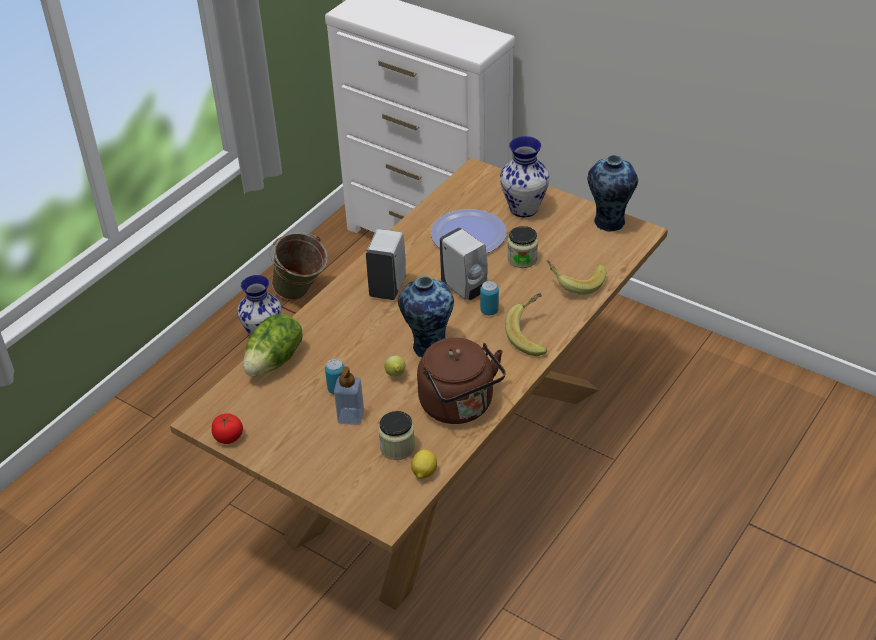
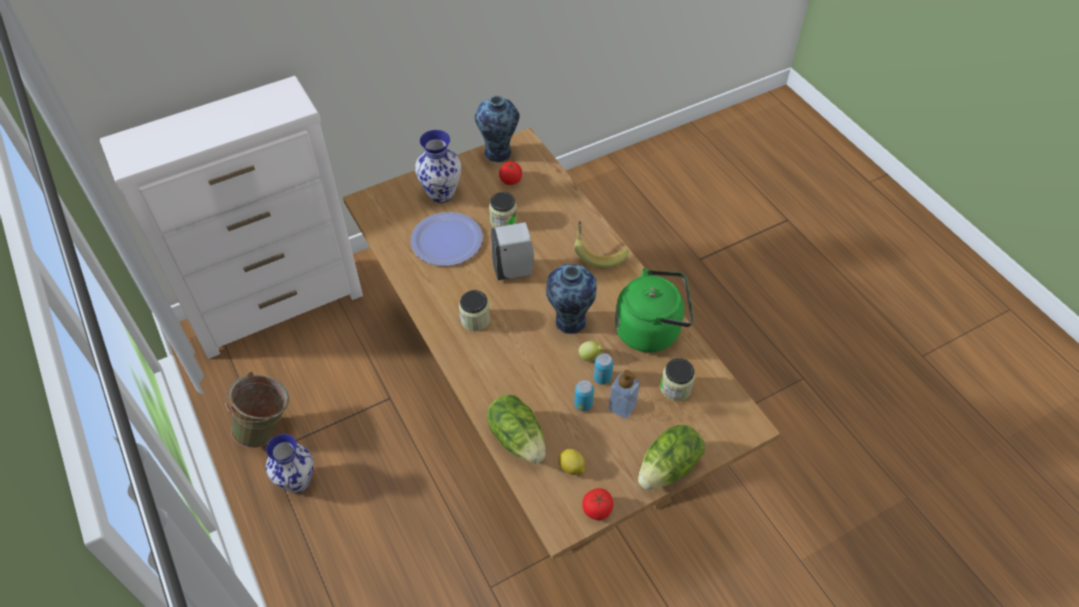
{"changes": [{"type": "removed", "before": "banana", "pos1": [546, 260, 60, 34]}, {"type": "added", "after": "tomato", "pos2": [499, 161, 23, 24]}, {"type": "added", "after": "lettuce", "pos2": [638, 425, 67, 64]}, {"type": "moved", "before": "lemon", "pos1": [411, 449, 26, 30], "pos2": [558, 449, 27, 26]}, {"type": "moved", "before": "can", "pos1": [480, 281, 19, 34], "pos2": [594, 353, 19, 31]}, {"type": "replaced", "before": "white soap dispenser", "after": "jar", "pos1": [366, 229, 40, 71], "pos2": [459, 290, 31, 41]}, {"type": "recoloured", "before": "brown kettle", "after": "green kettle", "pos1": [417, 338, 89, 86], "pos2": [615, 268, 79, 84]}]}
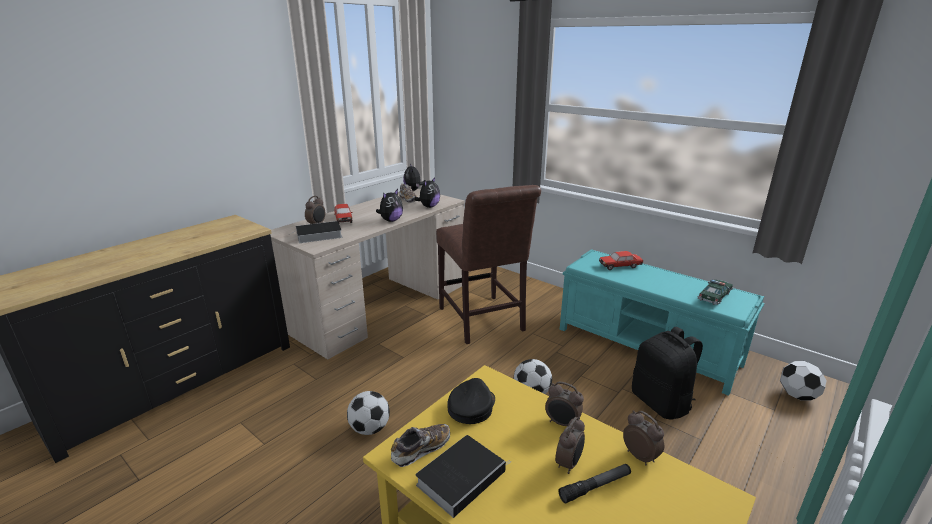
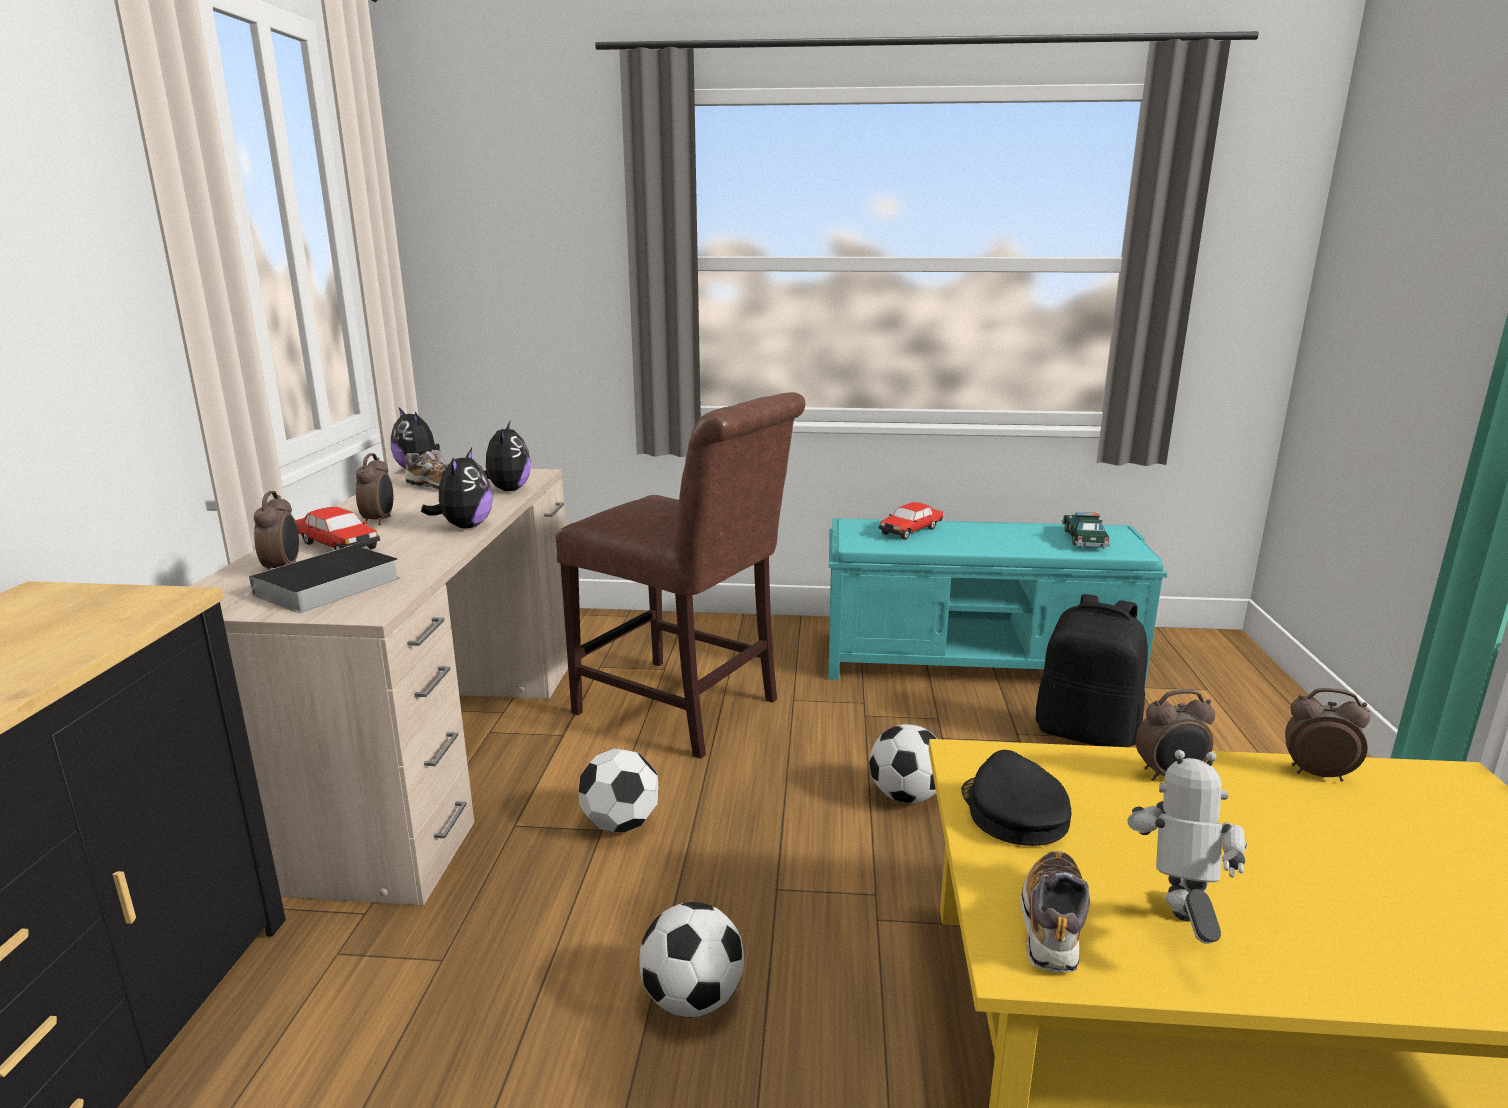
{"changes": [{"type": "removed", "before": "flashlight", "pos1": [558, 464, 73, 39]}, {"type": "moved", "before": "alarm clock", "pos1": [555, 417, 30, 57], "pos2": [356, 453, 37, 72]}, {"type": "moved", "before": "football", "pos1": [780, 361, 47, 39], "pos2": [578, 748, 80, 84]}, {"type": "replaced", "before": "book", "after": "toy robot", "pos1": [416, 435, 95, 83], "pos2": [1127, 750, 120, 194]}]}
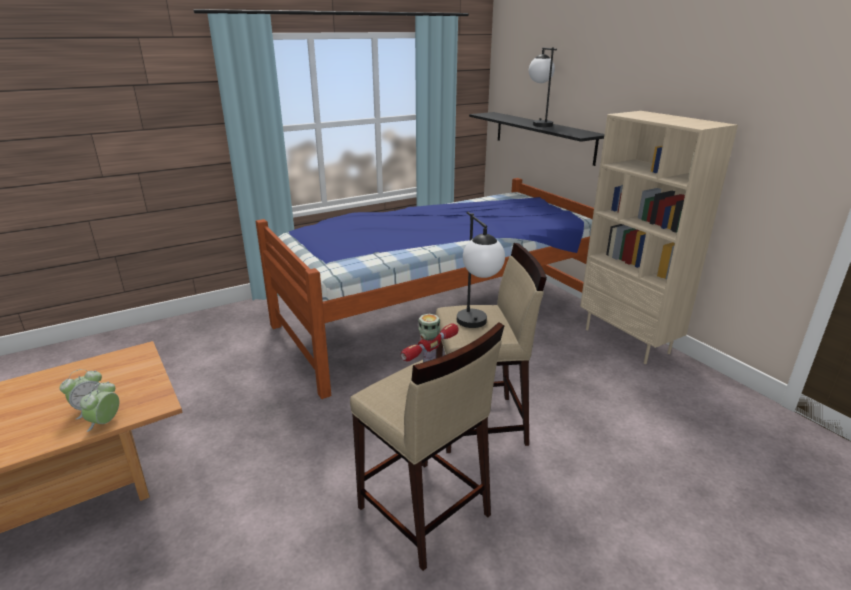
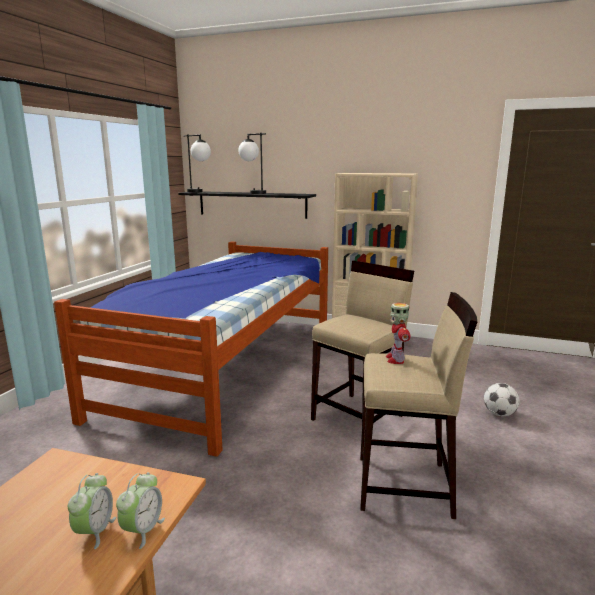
{"changes": [{"type": "added", "after": "football", "pos2": [484, 383, 36, 33]}, {"type": "moved", "before": "table lamp", "pos1": [457, 211, 48, 117], "pos2": [184, 134, 27, 58]}, {"type": "turned", "before": "alarm clock", "pos1": [80, 381, 39, 51], "pos2": [116, 472, 49, 77], "turn": -135}]}
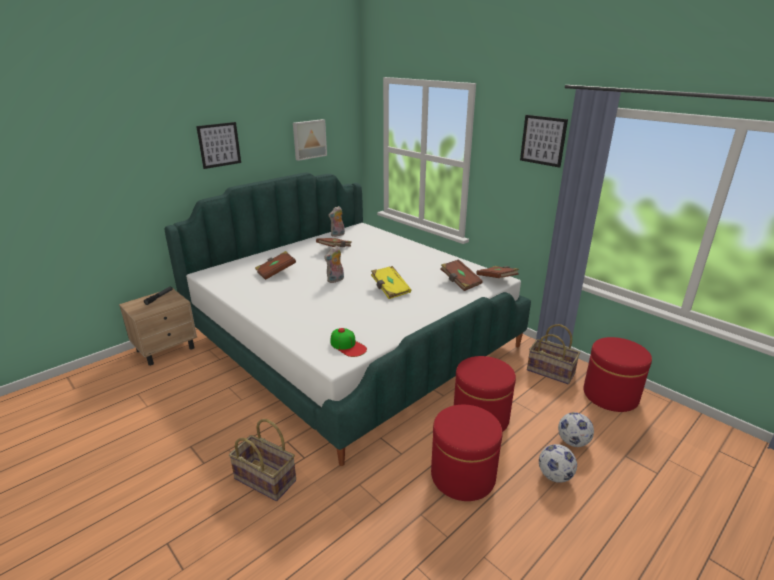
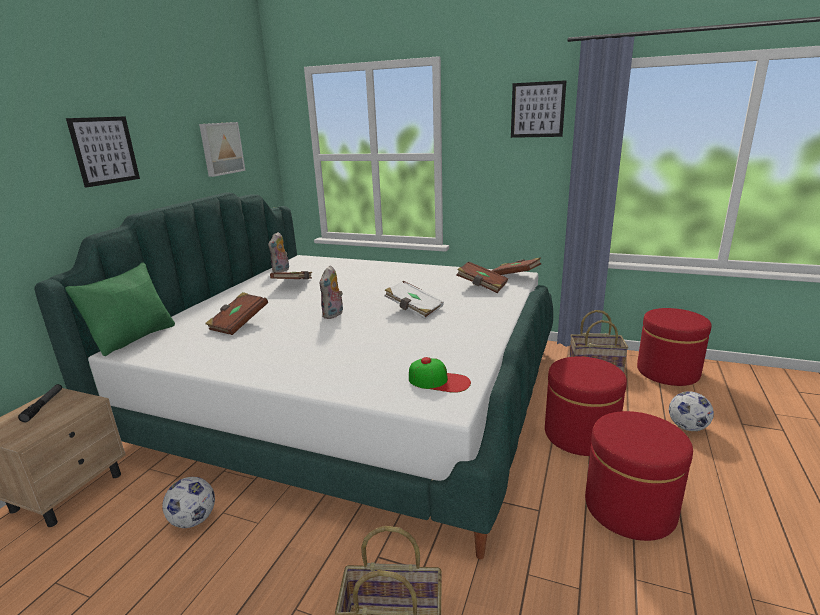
{"changes": [{"type": "added", "after": "green pillow", "pos2": [65, 262, 110, 94]}, {"type": "moved", "before": "football", "pos1": [539, 444, 38, 39], "pos2": [162, 477, 53, 51]}, {"type": "recoloured", "before": "yellow book", "after": "white book", "pos1": [371, 266, 40, 33], "pos2": [384, 281, 60, 38]}]}
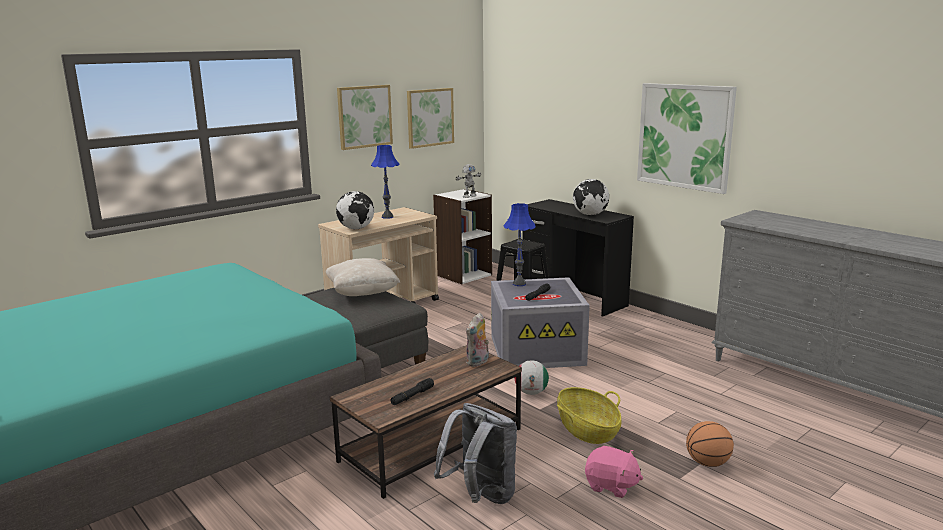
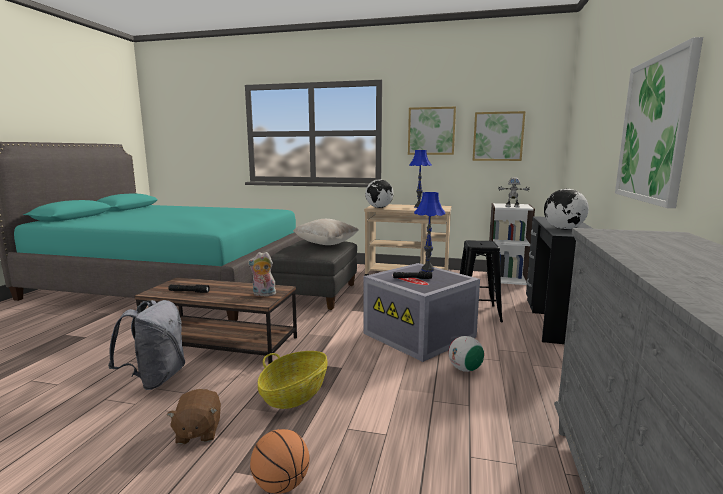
{"changes": [{"type": "moved", "before": "football", "pos1": [515, 360, 34, 35], "pos2": [448, 336, 36, 36]}, {"type": "recoloured", "before": "pink plush toy", "after": "brown plush toy", "pos1": [585, 446, 58, 52], "pos2": [167, 389, 54, 55]}]}
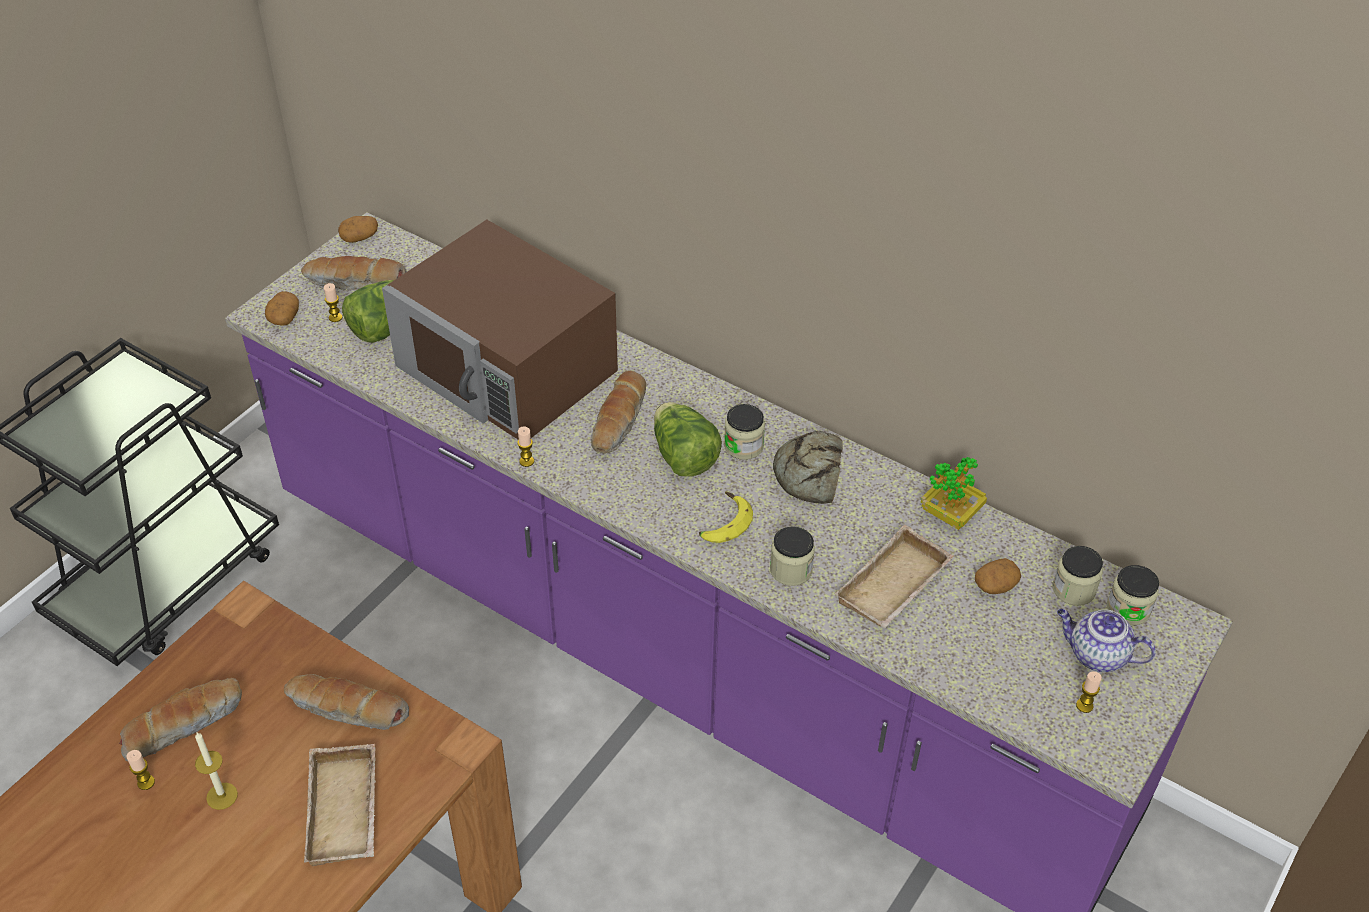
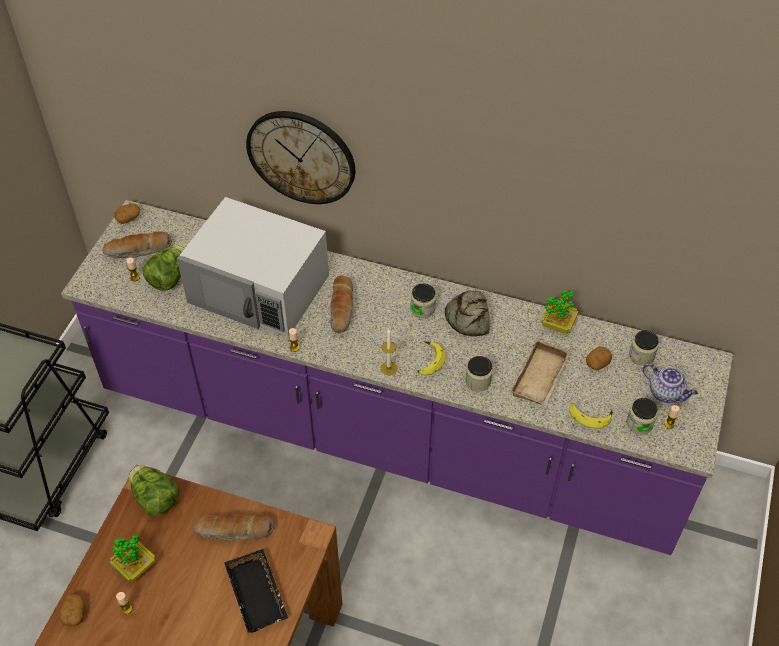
{"changes": [{"type": "added", "after": "wall clock", "pos2": [246, 111, 109, 93]}, {"type": "added", "after": "banana", "pos2": [569, 403, 44, 26]}, {"type": "moved", "before": "candle", "pos1": [195, 732, 43, 78], "pos2": [380, 329, 17, 46]}, {"type": "moved", "before": "potato", "pos1": [265, 291, 34, 35], "pos2": [59, 593, 26, 33]}, {"type": "moved", "before": "lettuce", "pos1": [654, 402, 68, 74], "pos2": [129, 465, 50, 52]}, {"type": "moved", "before": "jar", "pos1": [1107, 565, 52, 60], "pos2": [626, 398, 32, 36]}, {"type": "replaced", "before": "bread", "after": "potted plant", "pos1": [119, 678, 123, 83], "pos2": [110, 535, 46, 48]}, {"type": "recoloured", "before": "beige tray", "after": "black tray", "pos1": [304, 744, 72, 122], "pos2": [225, 549, 63, 84]}, {"type": "recoloured", "before": "brown microwave", "after": "white microwave", "pos1": [382, 220, 236, 220], "pos2": [177, 197, 152, 140]}, {"type": "turned", "before": "teapot", "pos1": [1057, 609, 99, 63], "pos2": [643, 363, 55, 40], "turn": -150}]}
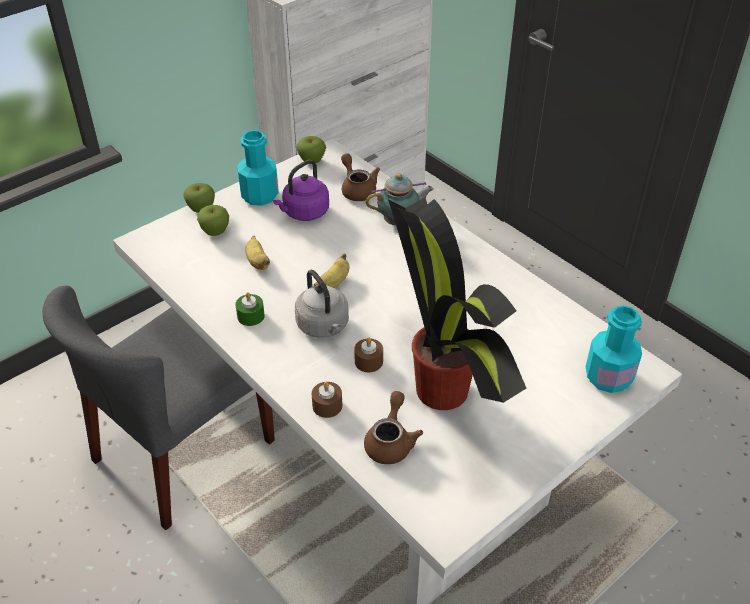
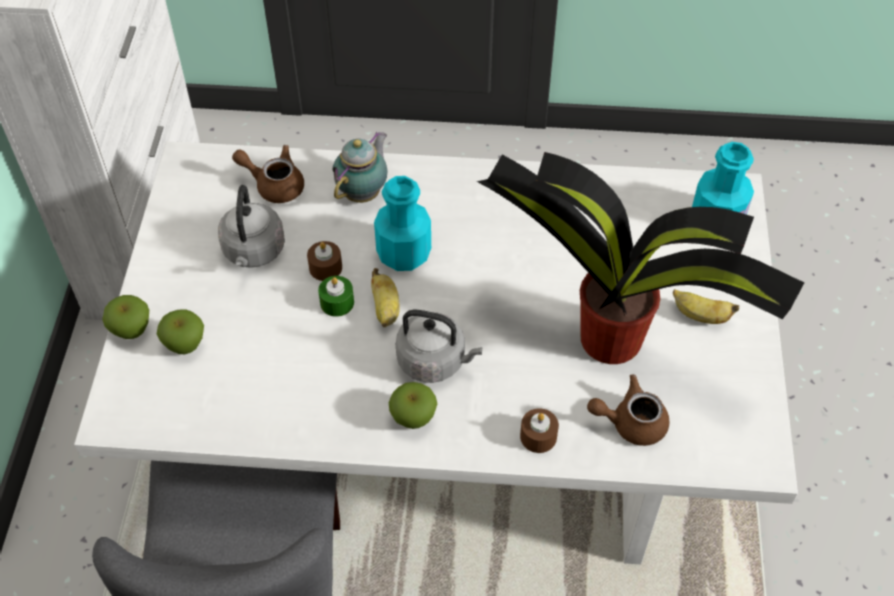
{"changes": [{"type": "moved", "before": "green candle", "pos1": [236, 292, 29, 34], "pos2": [318, 276, 36, 41]}, {"type": "moved", "before": "turquoise bottle", "pos1": [237, 130, 42, 76], "pos2": [374, 176, 57, 95]}, {"type": "moved", "before": "banana", "pos1": [245, 236, 25, 34], "pos2": [673, 289, 66, 35]}, {"type": "moved", "before": "apple", "pos1": [296, 136, 30, 28], "pos2": [389, 382, 48, 47]}, {"type": "moved", "before": "brown candle", "pos1": [354, 337, 29, 35], "pos2": [307, 241, 35, 40]}, {"type": "recoloured", "before": "purple kettle", "after": "grey kettle", "pos1": [273, 160, 56, 61], "pos2": [218, 185, 67, 83]}, {"type": "turned", "before": "brown teapot", "pos1": [364, 391, 59, 73], "pos2": [587, 374, 83, 72], "turn": -60}]}
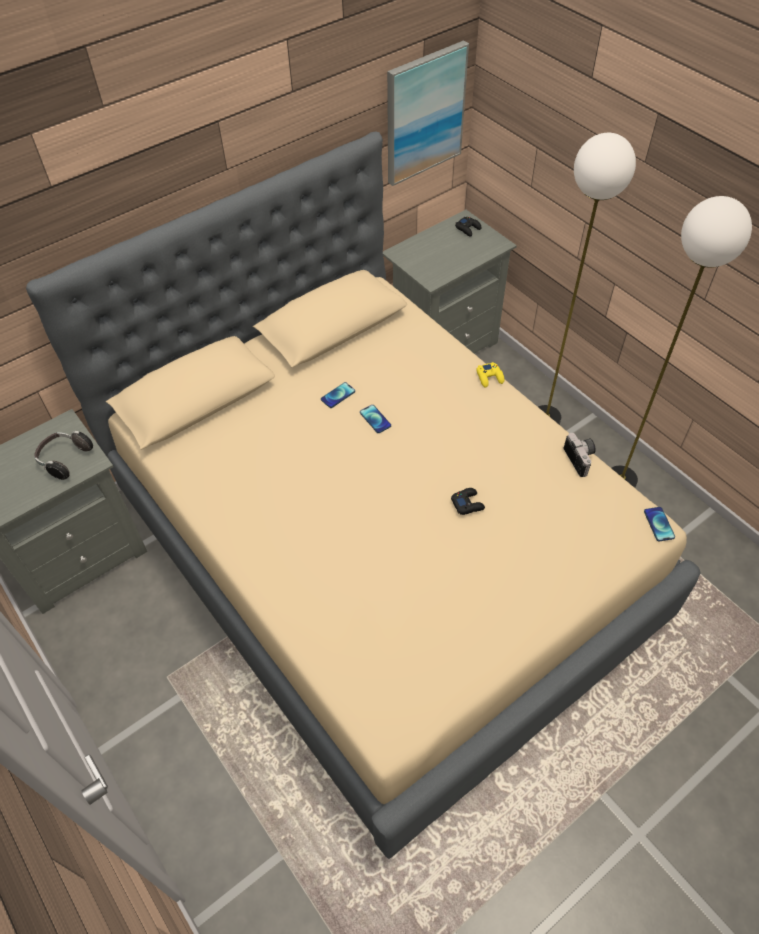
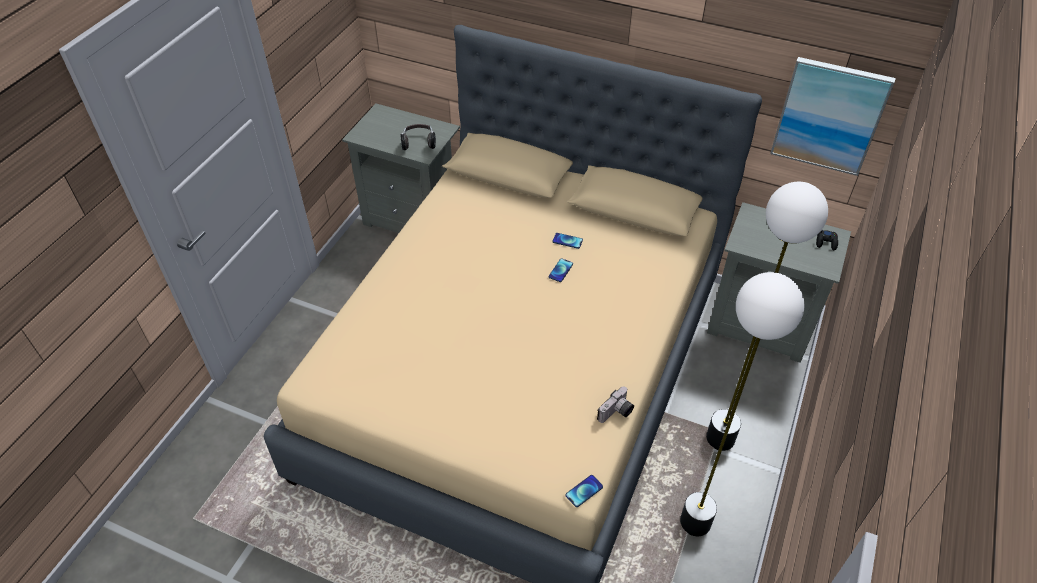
{"changes": [{"type": "removed", "before": "black game controller", "pos1": [451, 488, 34, 27]}, {"type": "removed", "before": "yellow game controller", "pos1": [476, 362, 28, 26]}]}
